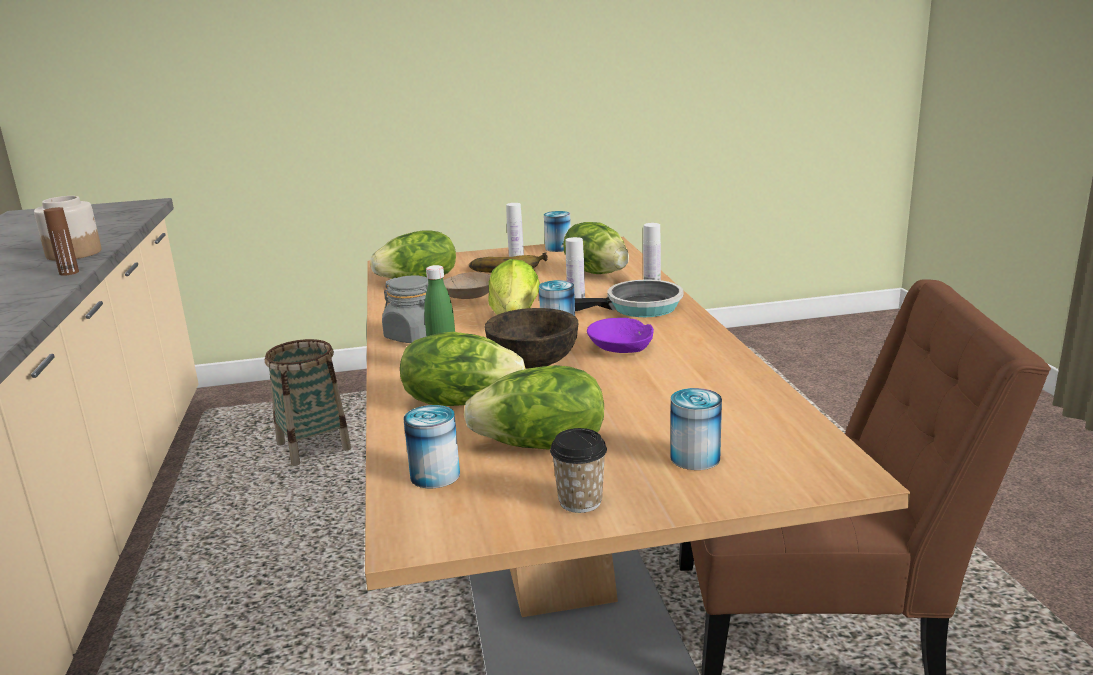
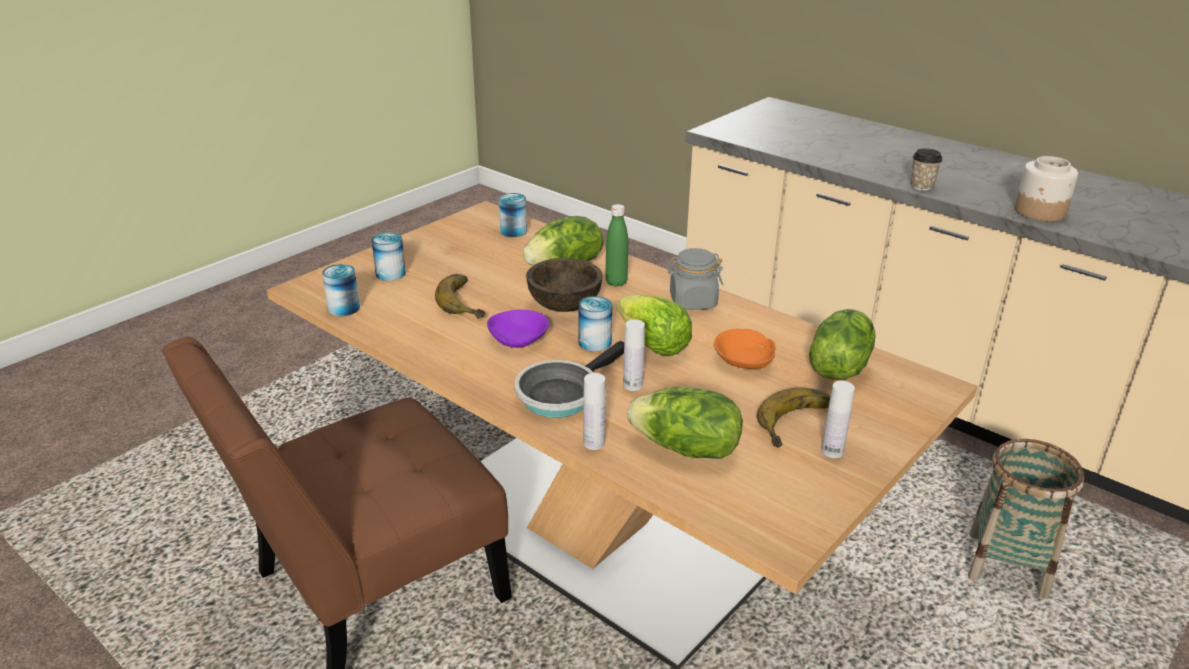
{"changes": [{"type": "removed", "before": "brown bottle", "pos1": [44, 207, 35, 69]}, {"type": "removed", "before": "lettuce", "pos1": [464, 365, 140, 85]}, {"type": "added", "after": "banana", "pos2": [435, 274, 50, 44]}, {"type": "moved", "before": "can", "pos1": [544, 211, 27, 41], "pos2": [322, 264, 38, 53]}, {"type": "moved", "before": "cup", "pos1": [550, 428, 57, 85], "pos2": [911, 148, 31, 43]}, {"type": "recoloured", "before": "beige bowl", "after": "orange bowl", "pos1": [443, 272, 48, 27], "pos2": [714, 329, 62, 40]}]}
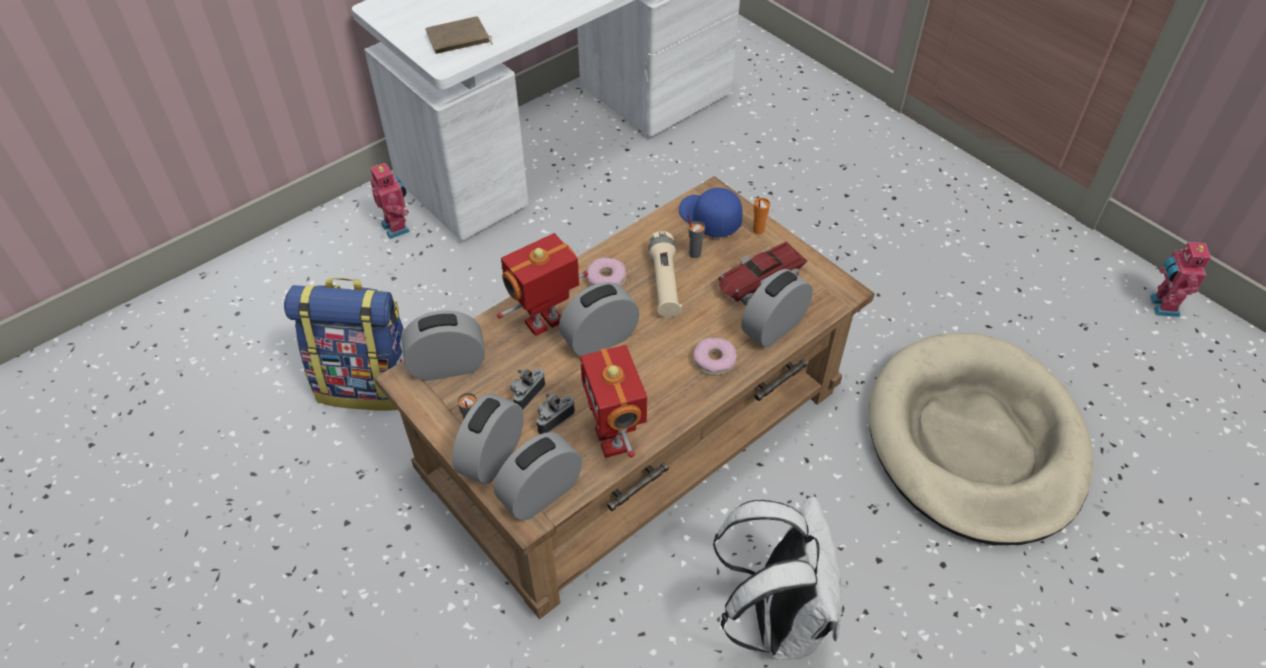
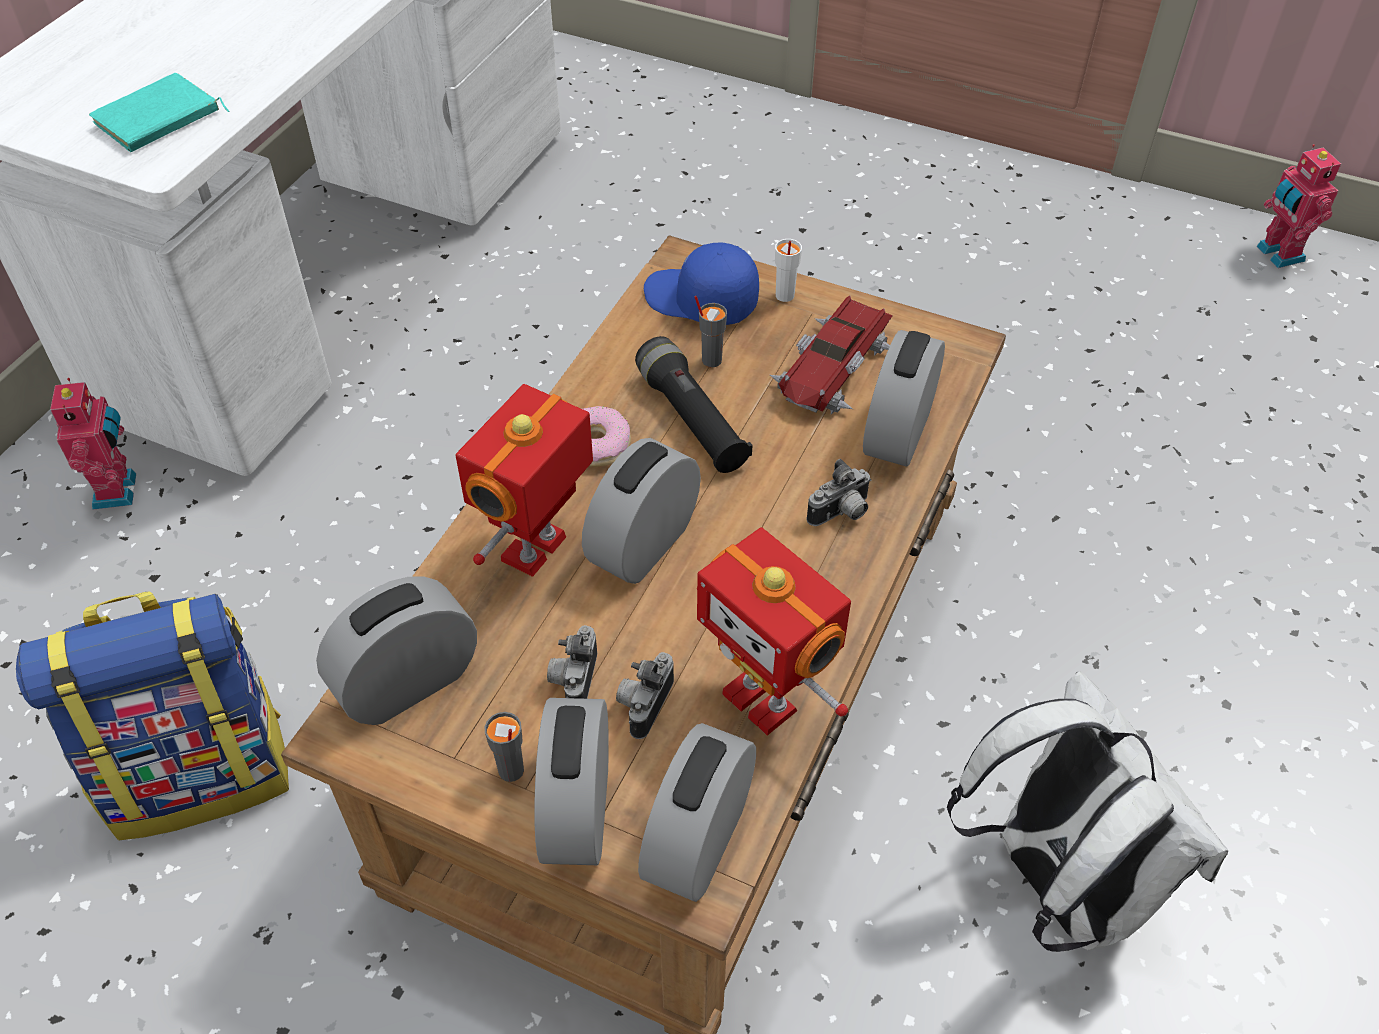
{"changes": [{"type": "removed", "before": "beige dog bed", "pos1": [869, 333, 225, 212]}, {"type": "replaced", "before": "donut", "after": "photo camera", "pos1": [694, 338, 43, 38], "pos2": [806, 459, 65, 67]}, {"type": "recoloured", "before": "brown book", "after": "turquoise book", "pos1": [425, 16, 68, 38], "pos2": [89, 73, 141, 79]}, {"type": "recoloured", "before": "beige flashlight", "after": "black flashlight", "pos1": [649, 231, 33, 87], "pos2": [635, 336, 117, 137]}, {"type": "recoloured", "before": "orange cup", "after": "white cup", "pos1": [753, 198, 17, 37], "pos2": [775, 239, 27, 63]}, {"type": "turned", "before": "toy robot", "pos1": [370, 162, 40, 77], "pos2": [50, 378, 86, 132], "turn": 45}]}
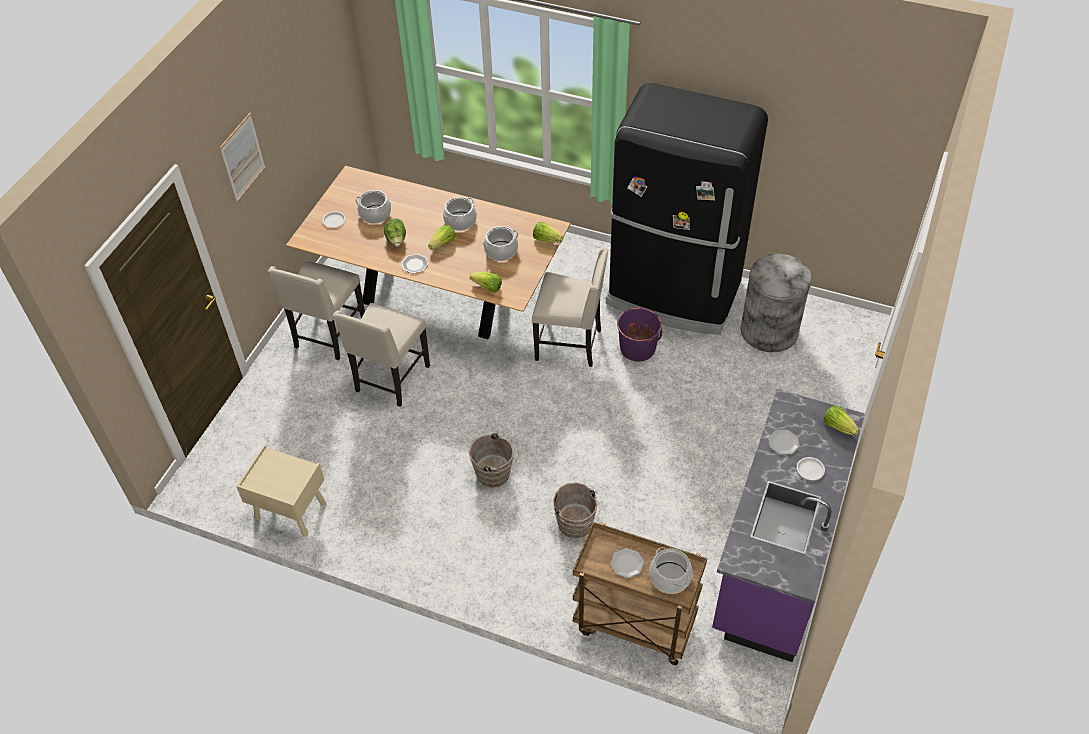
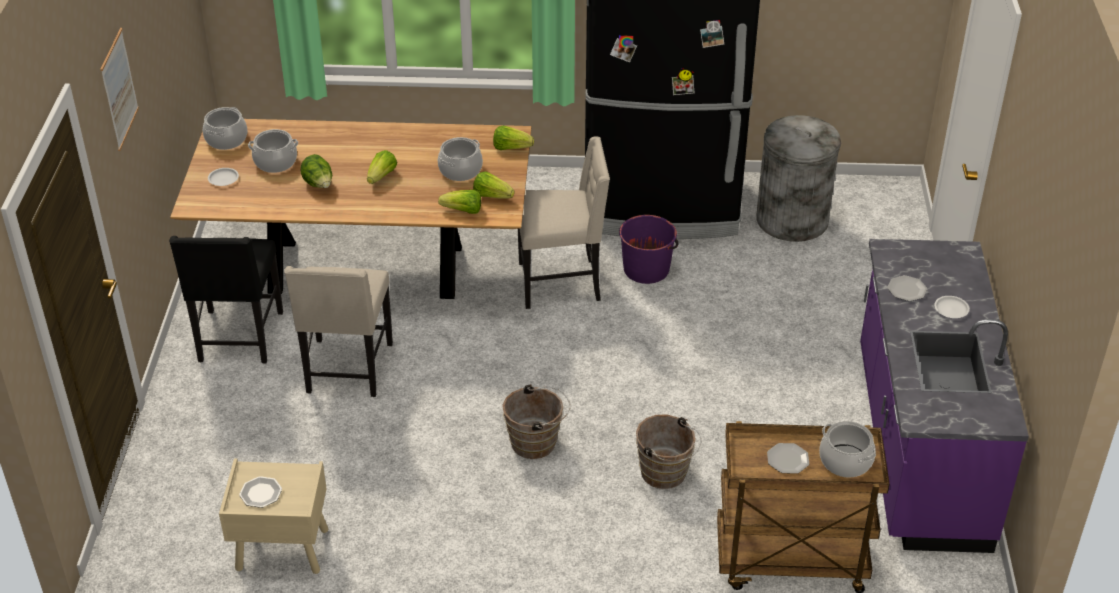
{"changes": [{"type": "moved", "before": "plate", "pos1": [401, 254, 27, 20], "pos2": [239, 476, 43, 32]}, {"type": "moved", "before": "cooking pot", "pos1": [443, 197, 34, 34], "pos2": [203, 107, 44, 43]}, {"type": "moved", "before": "lettuce", "pos1": [823, 406, 36, 30], "pos2": [473, 172, 41, 27]}, {"type": "recoloured", "before": "beige chair", "after": "black chair", "pos1": [268, 261, 97, 99], "pos2": [169, 236, 114, 128]}]}
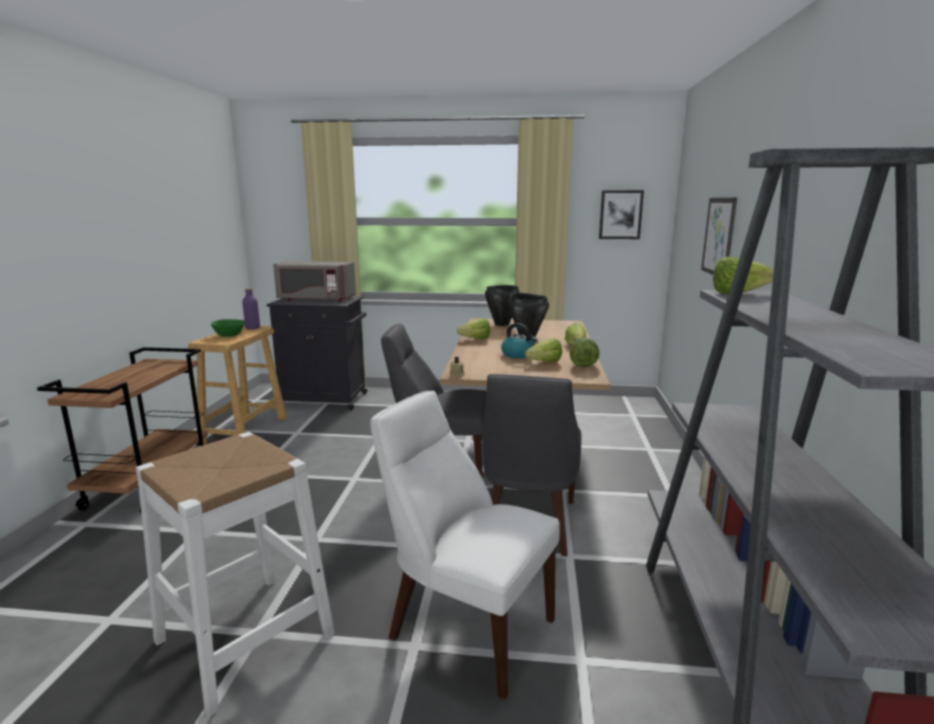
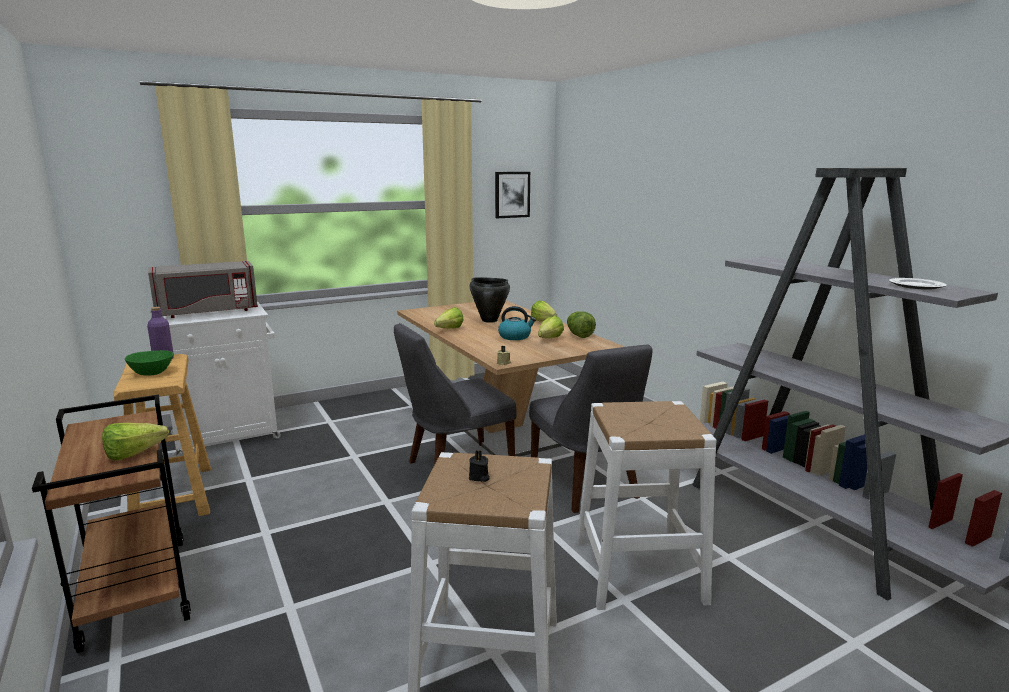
{"changes": [{"type": "removed", "before": "black cooking pot", "pos1": [485, 285, 35, 41]}, {"type": "removed", "before": "picture", "pos1": [701, 198, 36, 77]}, {"type": "added", "after": "black candle", "pos2": [469, 450, 21, 32]}, {"type": "added", "after": "plate", "pos2": [889, 278, 57, 12]}, {"type": "moved", "before": "lettuce", "pos1": [713, 257, 61, 37], "pos2": [102, 423, 67, 37]}, {"type": "replaced", "before": "white chair", "after": "white stool", "pos1": [370, 391, 190, 308], "pos2": [577, 401, 140, 209]}, {"type": "recoloured", "before": "black cabinet", "after": "white cabinet", "pos1": [266, 296, 101, 113], "pos2": [162, 302, 119, 155]}]}
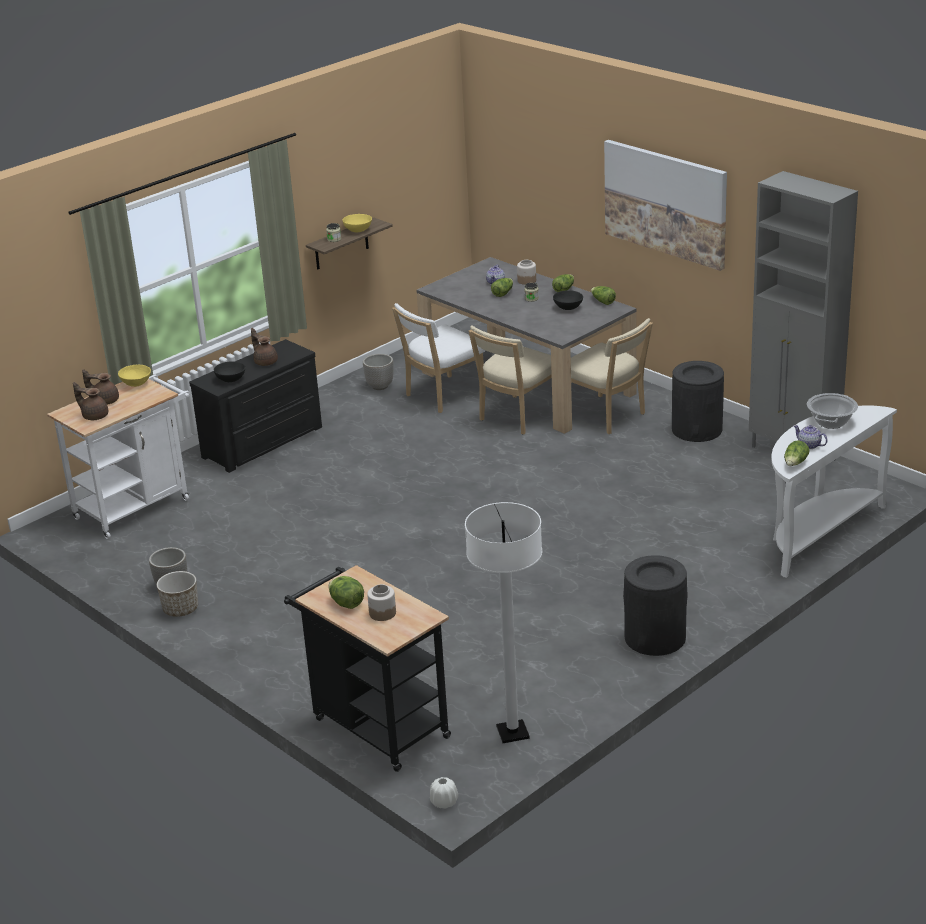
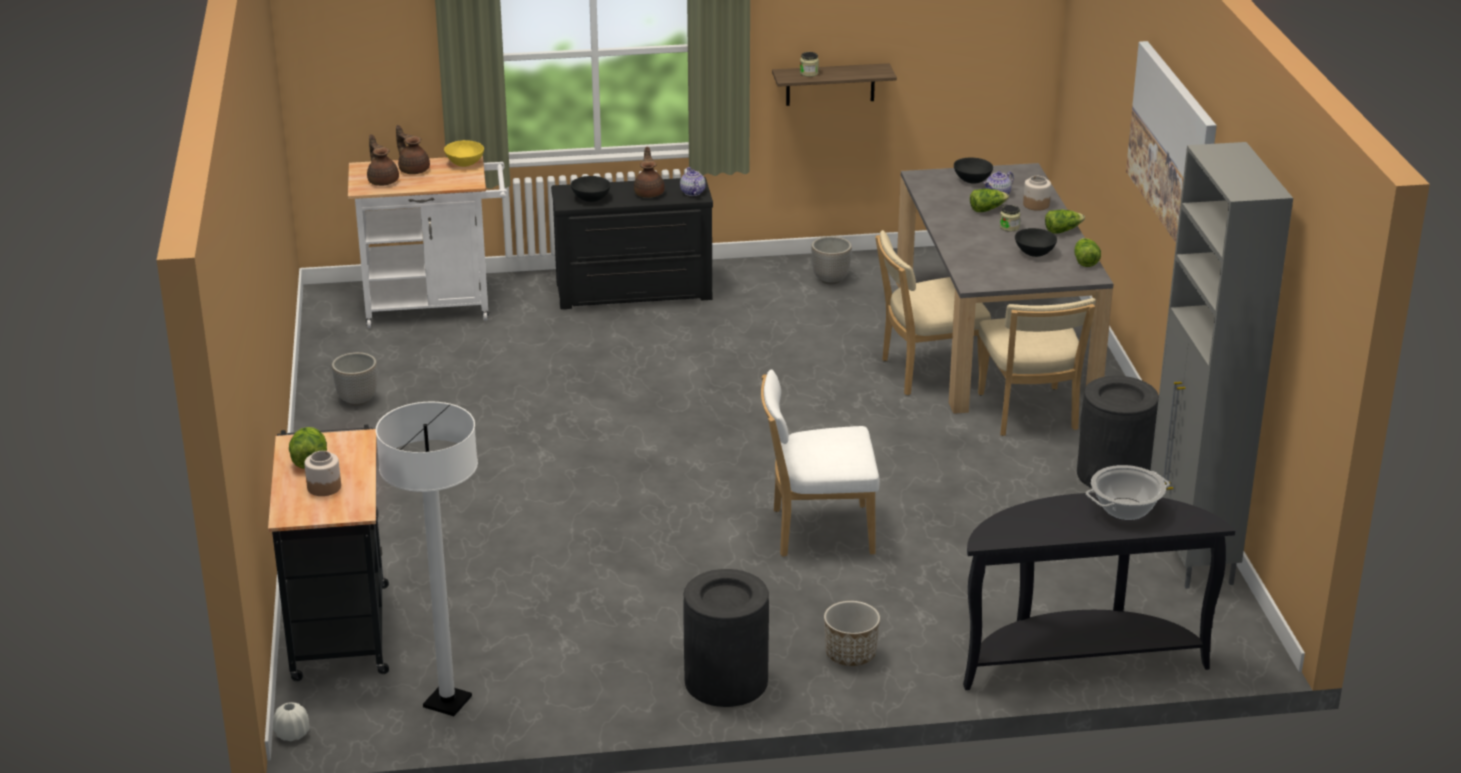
{"changes": [{"type": "removed", "before": "yellow bowl", "pos1": [343, 214, 29, 18]}, {"type": "removed", "before": "lettuce", "pos1": [784, 440, 25, 26]}, {"type": "added", "after": "black bowl", "pos2": [954, 158, 39, 25]}, {"type": "moved", "before": "planter", "pos1": [157, 571, 41, 46], "pos2": [824, 601, 56, 65]}, {"type": "moved", "before": "white chair", "pos1": [392, 303, 94, 110], "pos2": [761, 369, 119, 188]}, {"type": "moved", "before": "teapot", "pos1": [793, 425, 35, 24], "pos2": [680, 167, 26, 29]}, {"type": "recoloured", "before": "white console table", "after": "black console table", "pos1": [771, 405, 126, 173], "pos2": [963, 493, 272, 197]}]}
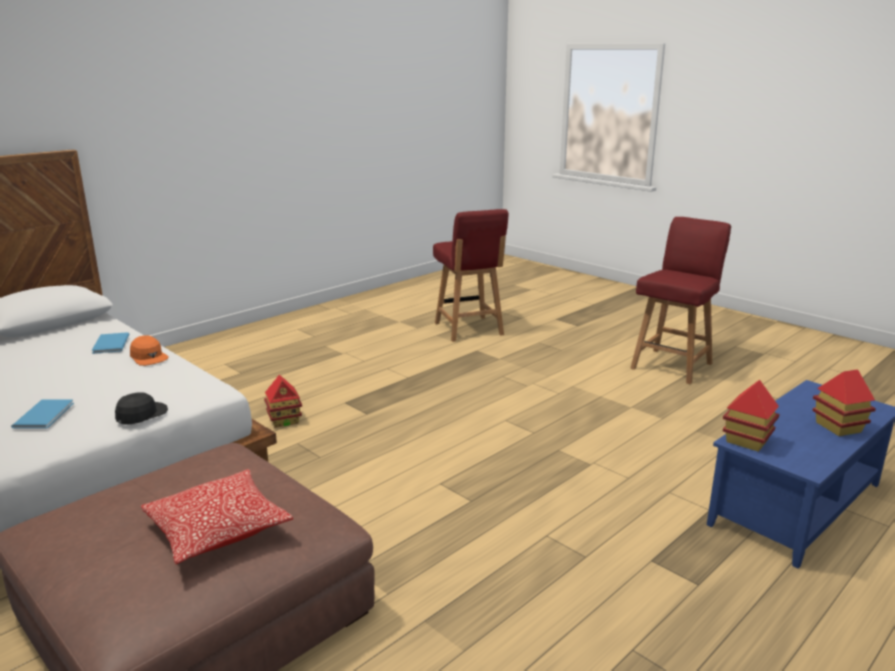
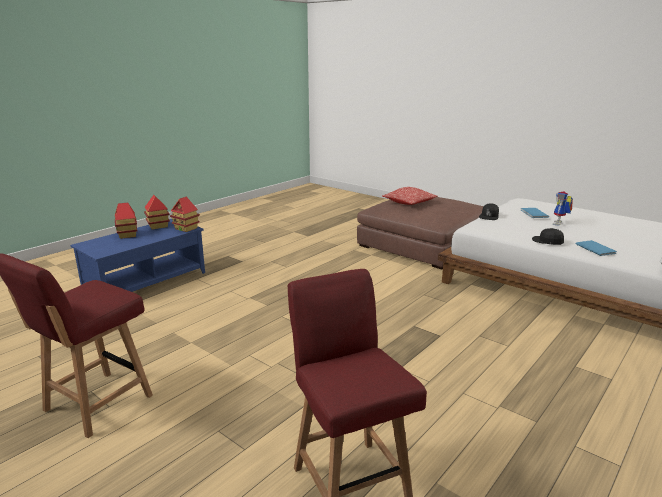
{"changes": [{"type": "added", "after": "toy robot", "pos2": [553, 191, 20, 35]}, {"type": "moved", "before": "toy house", "pos1": [264, 375, 38, 53], "pos2": [144, 195, 26, 34]}, {"type": "recoloured", "before": "orange cap", "after": "black cap", "pos1": [130, 336, 39, 30], "pos2": [532, 228, 32, 17]}]}
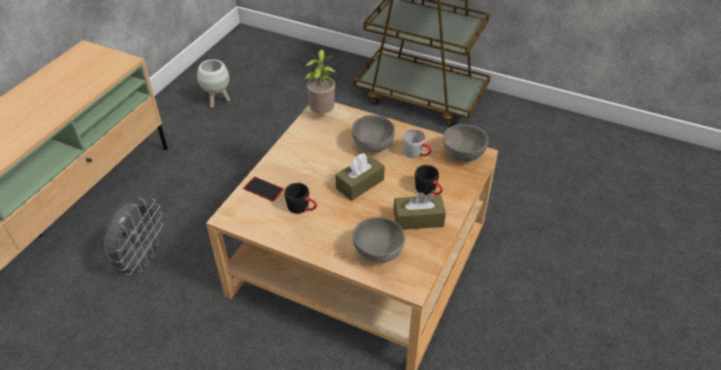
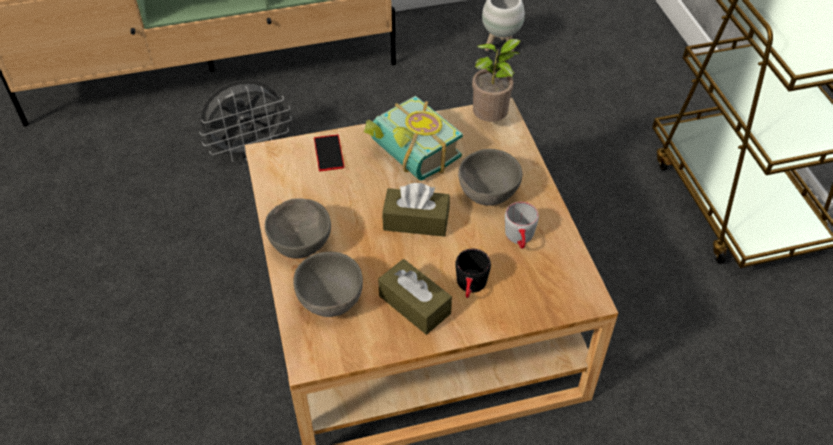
{"changes": [{"type": "removed", "before": "black mug", "pos1": [284, 183, 33, 31]}, {"type": "added", "after": "book", "pos2": [364, 96, 99, 84]}, {"type": "moved", "before": "grey bowl", "pos1": [443, 124, 45, 38], "pos2": [265, 198, 66, 60]}]}
